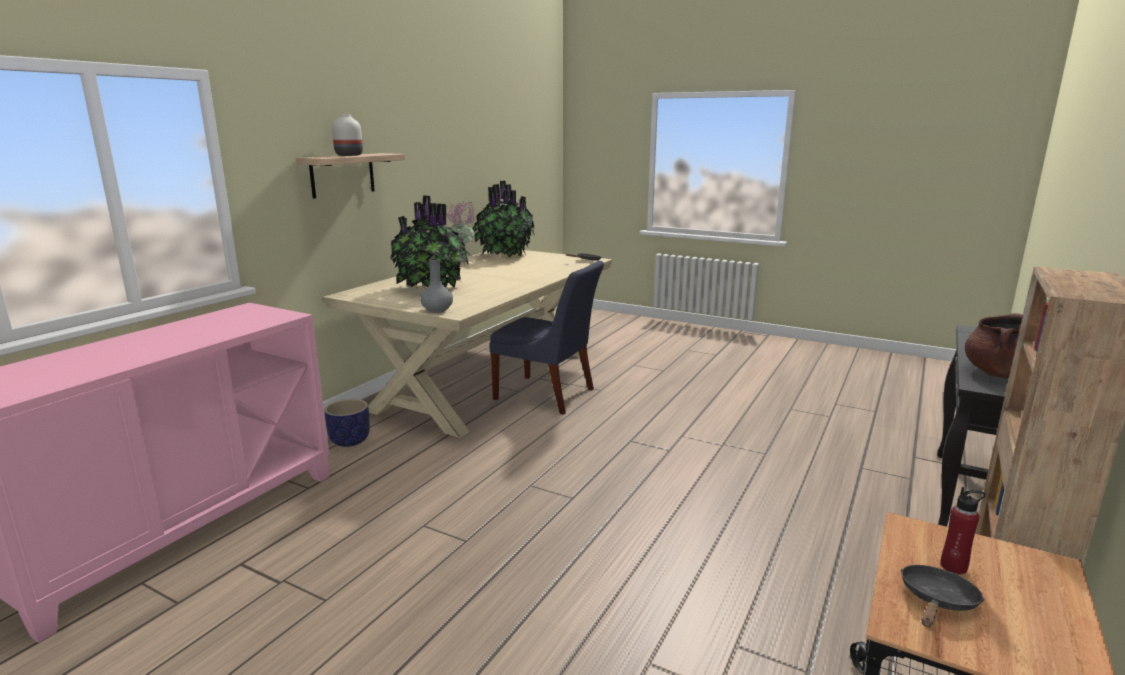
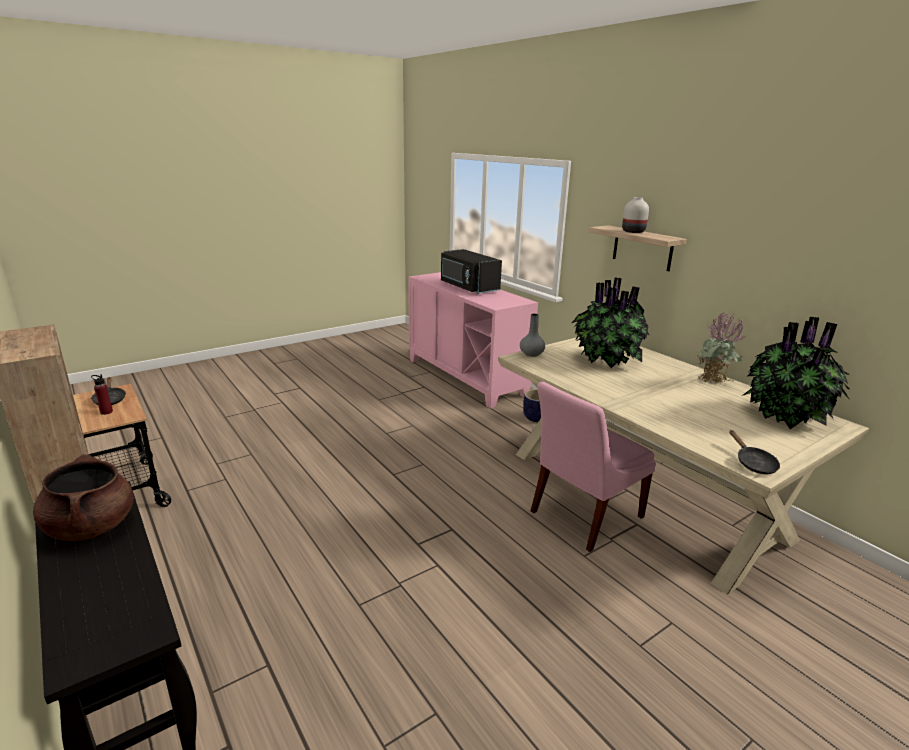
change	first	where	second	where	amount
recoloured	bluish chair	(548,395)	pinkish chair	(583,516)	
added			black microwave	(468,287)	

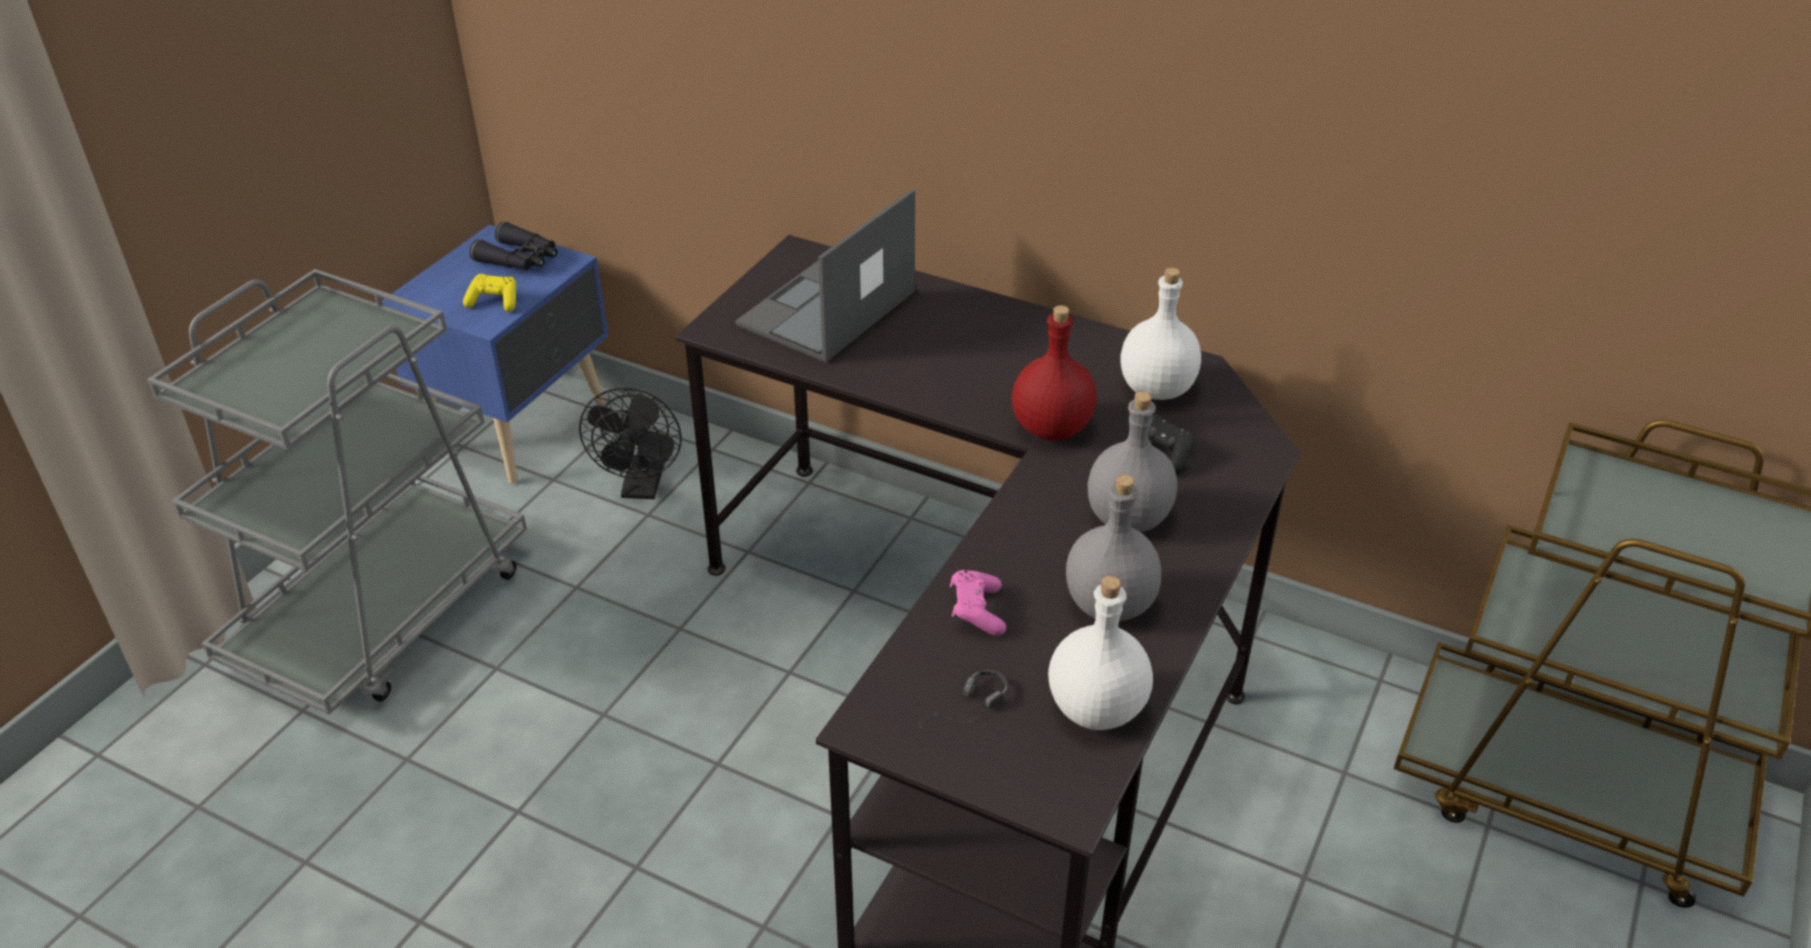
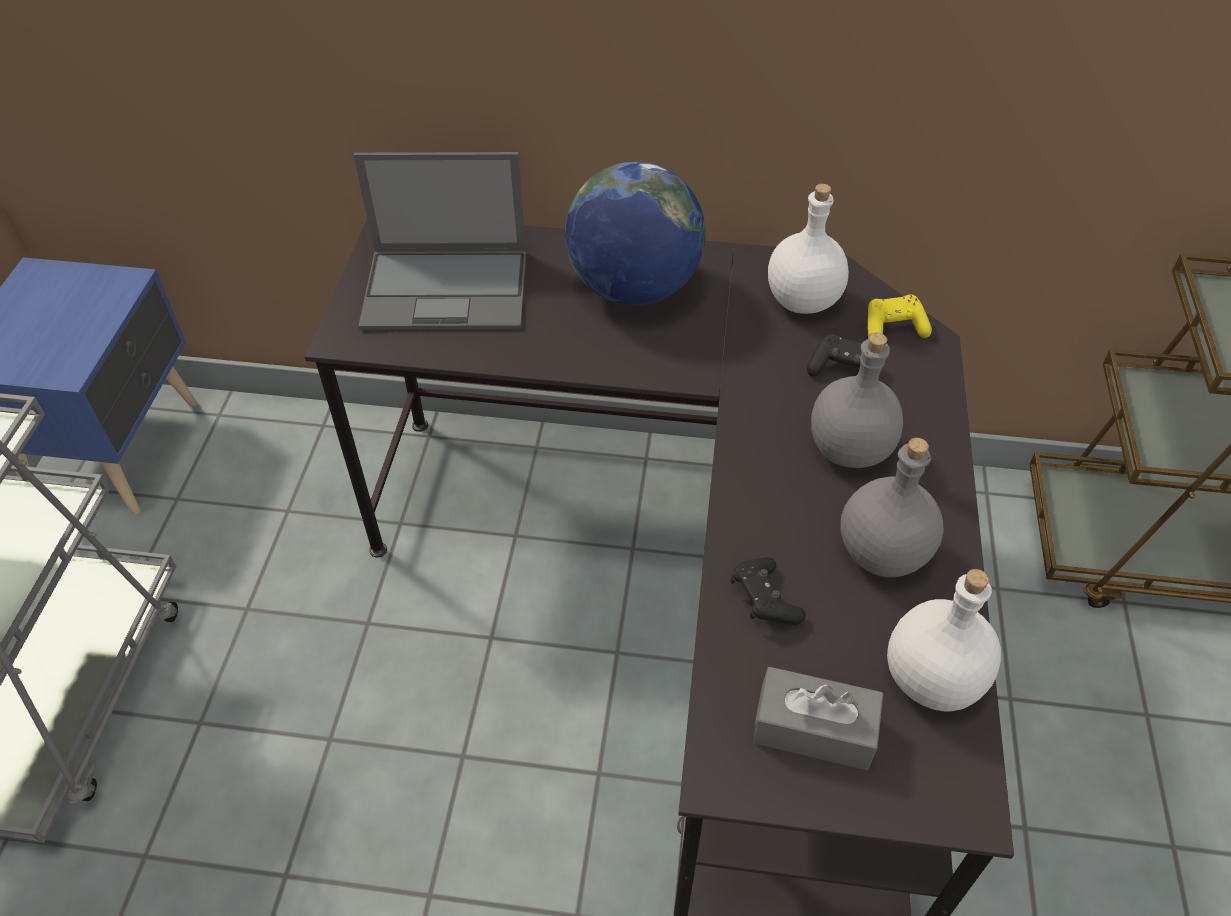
change	first	where	second	where	amount
turned	notebook computer	(826,310)		(448,289)	105 degrees counterclockwise
removed	black binoculars	(520,259)			
moved	yellowish joypad	(494,302)		(893,328)	
removed	red-coloured beverage bottle	(1052,429)			
removed	black fan	(642,488)			
recoloured	pinkish joypad	(976,612)	black joypad	(763,601)	
replaced	headphones	(965,715)	grey box of tissues	(814,729)	
added			desk globe	(633,288)	

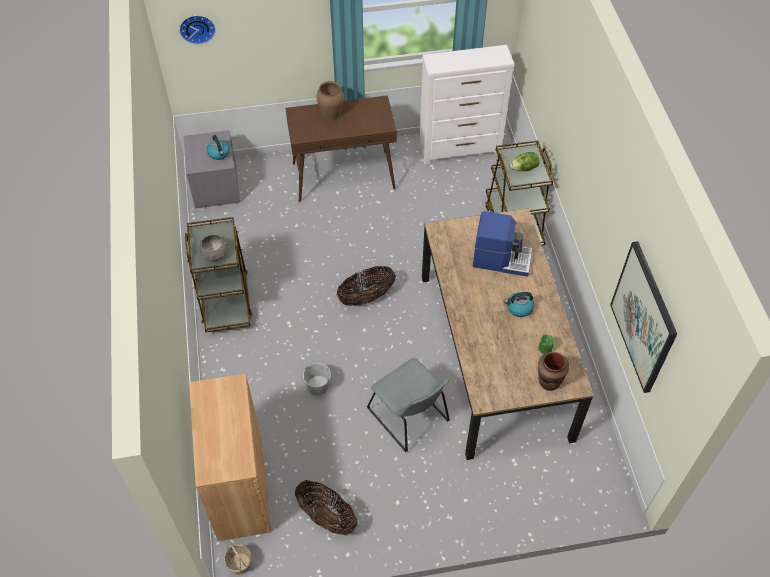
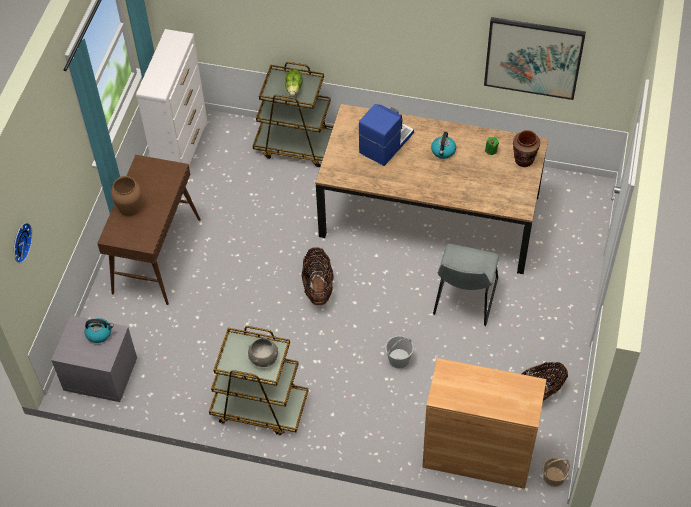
change	first	where	second	where	amount
turned	grey chair	(410,417)		(464,299)	120 degrees clockwise

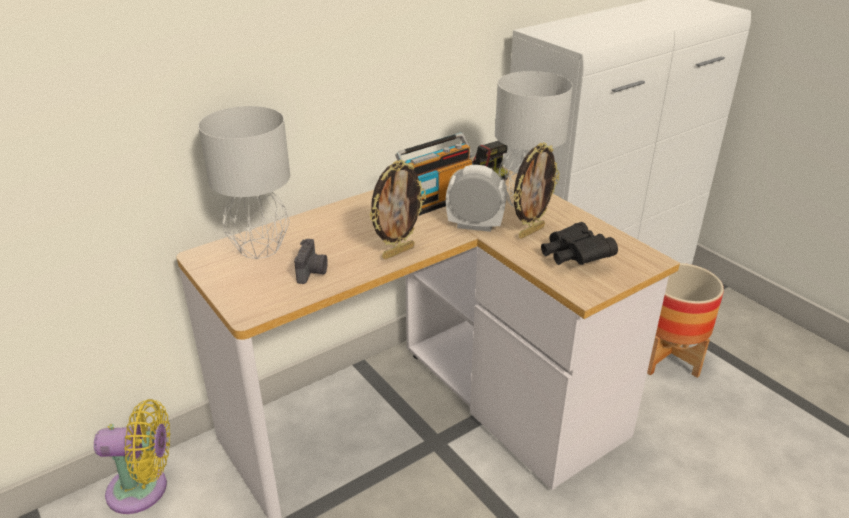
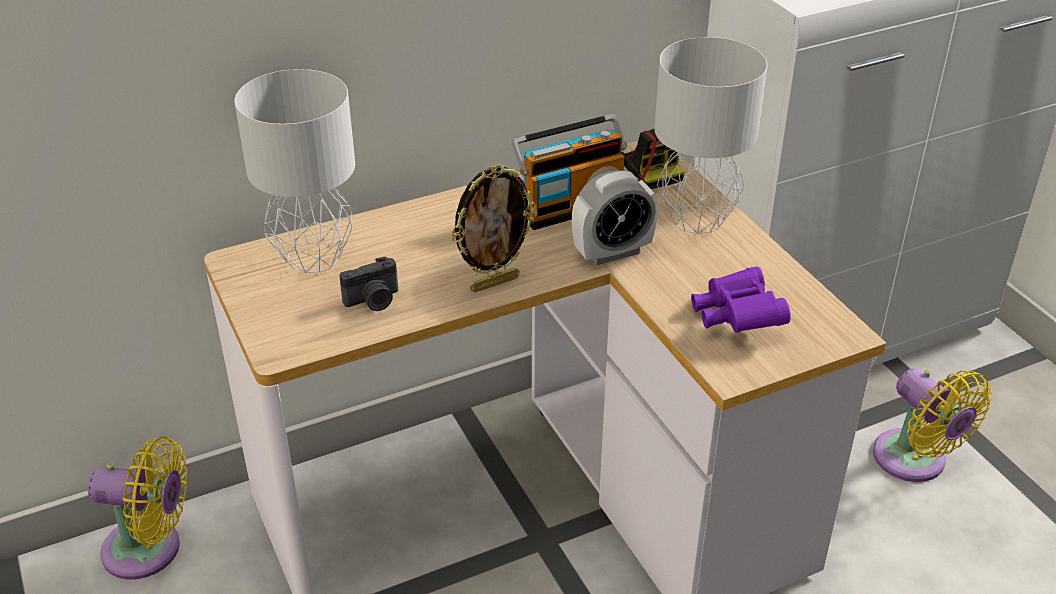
change	first	where	second	where	amount
removed	photo frame	(530,232)			
turned	table clock	(475,225)		(612,252)	135 degrees clockwise
recoloured	black binoculars	(574,257)	purplish binoculars	(736,317)	
turned	photo camera	(312,272)		(373,301)	45 degrees clockwise
replaced	planter	(668,359)	yellowish fan	(915,461)	

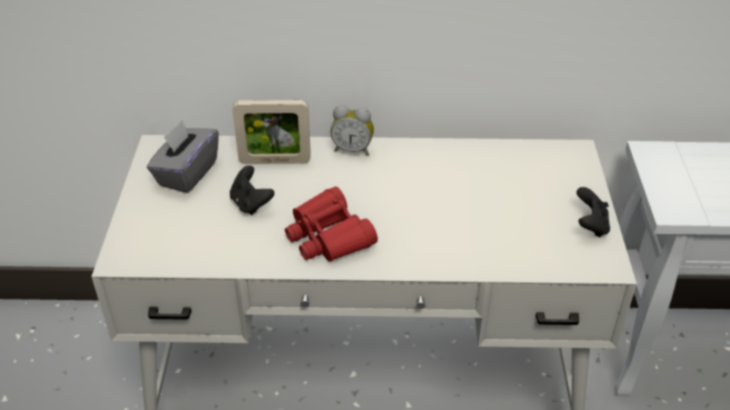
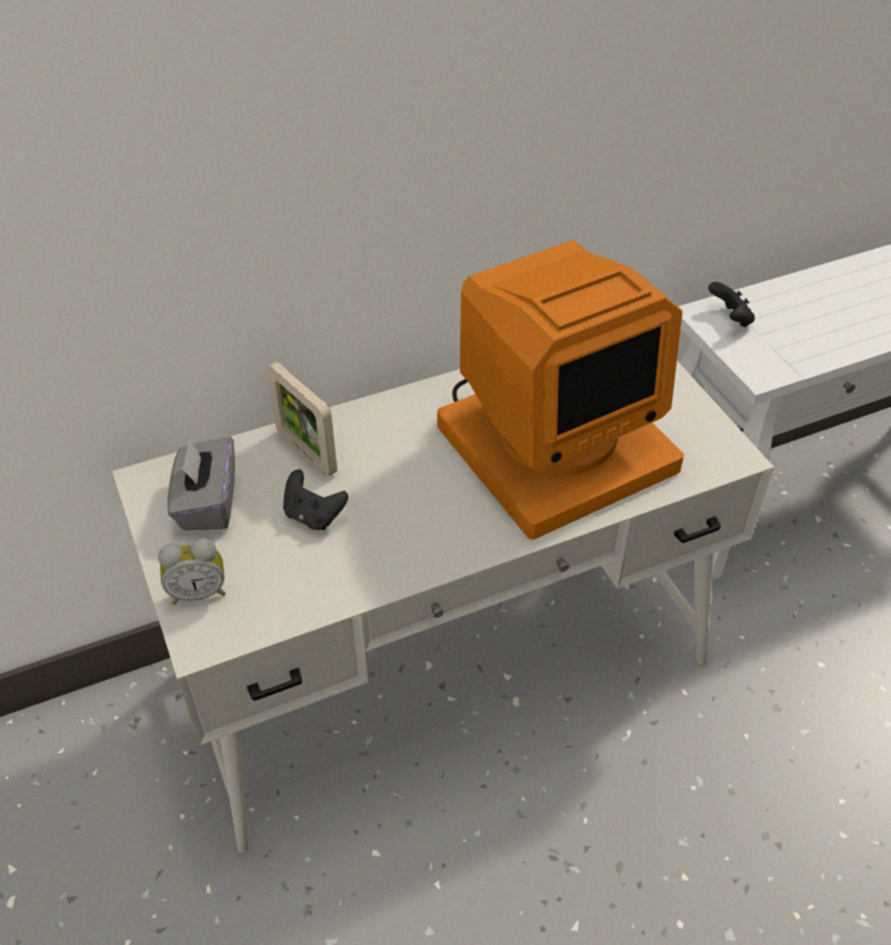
change	first	where	second	where	amount
turned	photo frame	(275,161)		(306,452)	75 degrees clockwise
moved	table clock	(353,149)		(198,592)	
removed	red-coloured binoculars	(328,236)			
moved	black joypad	(590,225)		(730,319)	
added			monitor	(554,444)	

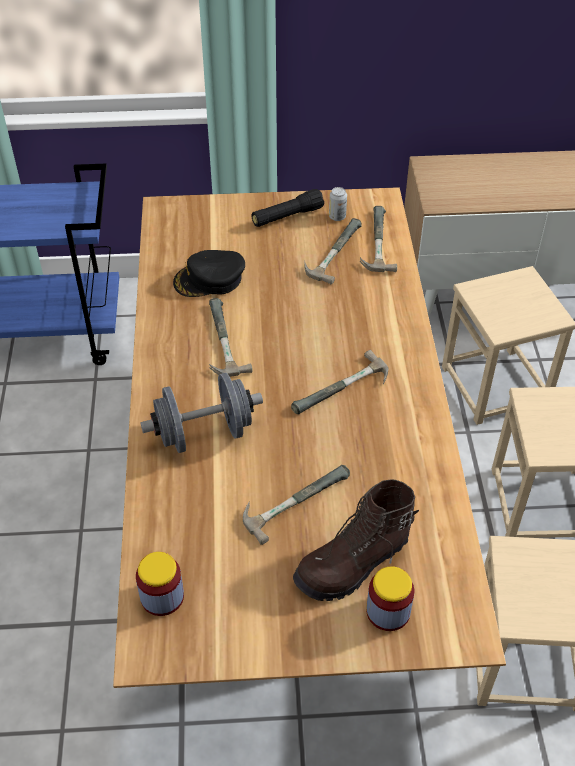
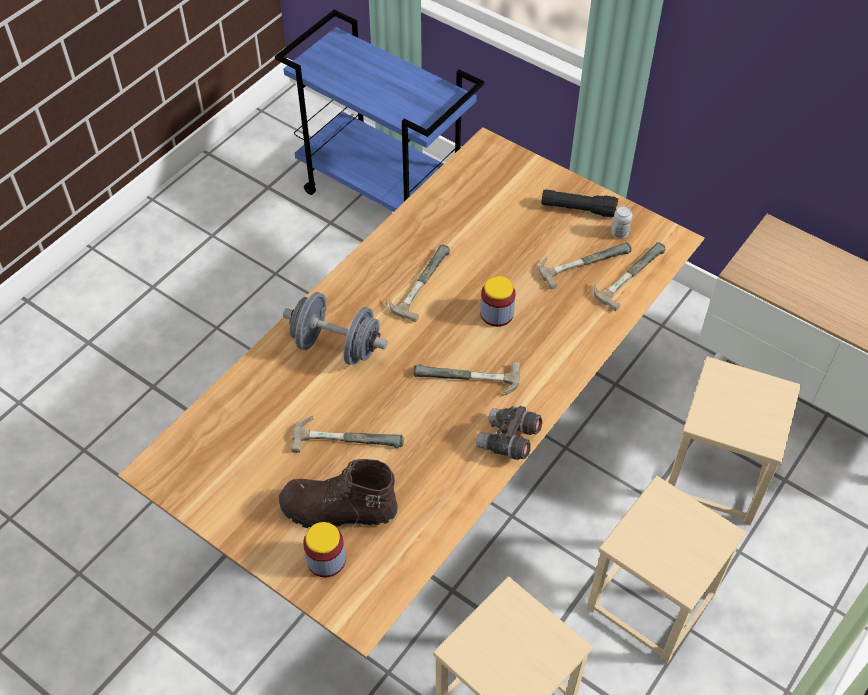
change	first	where	second	where	amount
removed	black peaked cap	(209,279)			
moved	storage jar	(162,597)		(496,314)	
added			grey binoculars	(508,441)	

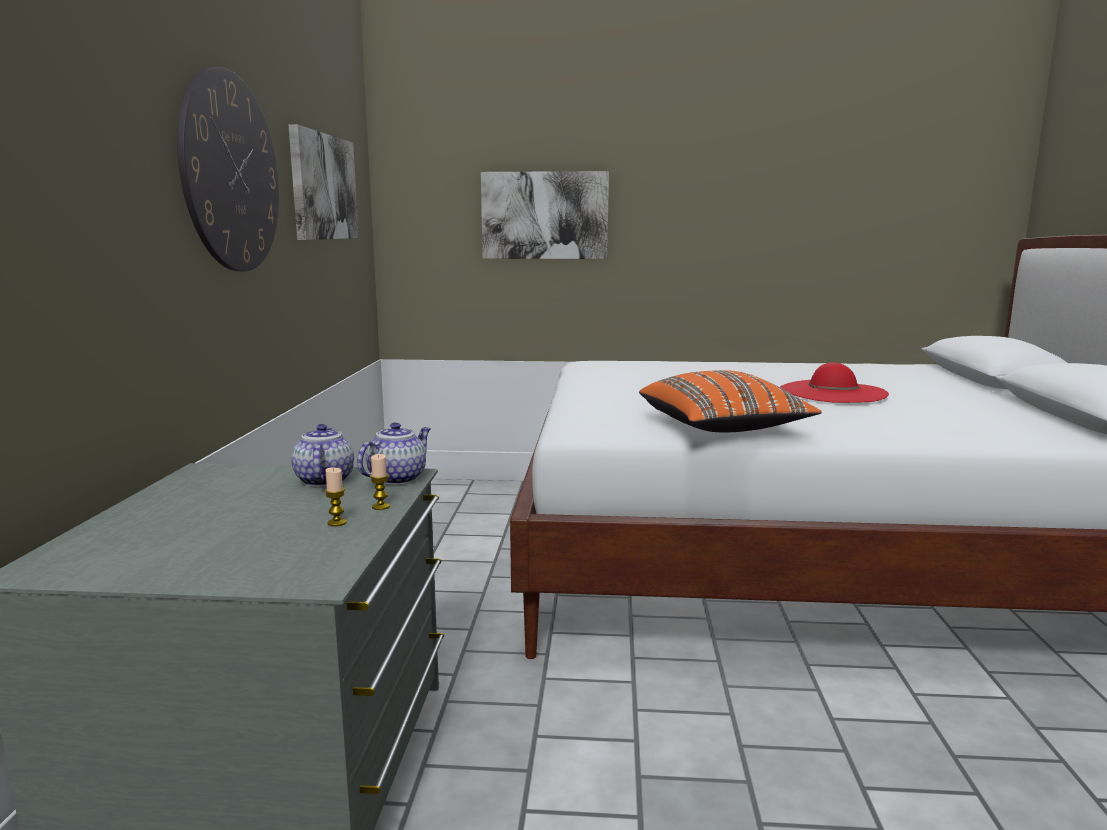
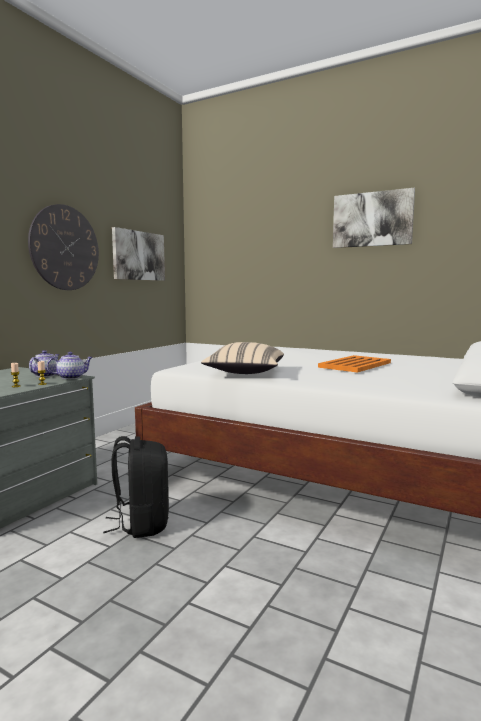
change	first	where	second	where	amount
moved	picture	(545,215)		(372,219)	
replaced	red-coloured clothing hat	(832,392)	orange-coloured tray	(356,365)	
recoloured	orange-coloured cushion	(722,429)	beige cushion	(245,373)	
added			black rucksack	(141,524)	

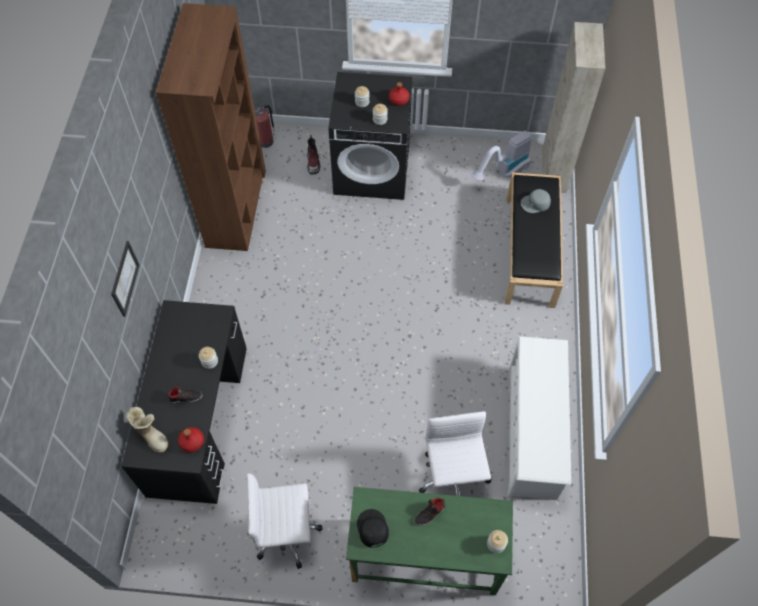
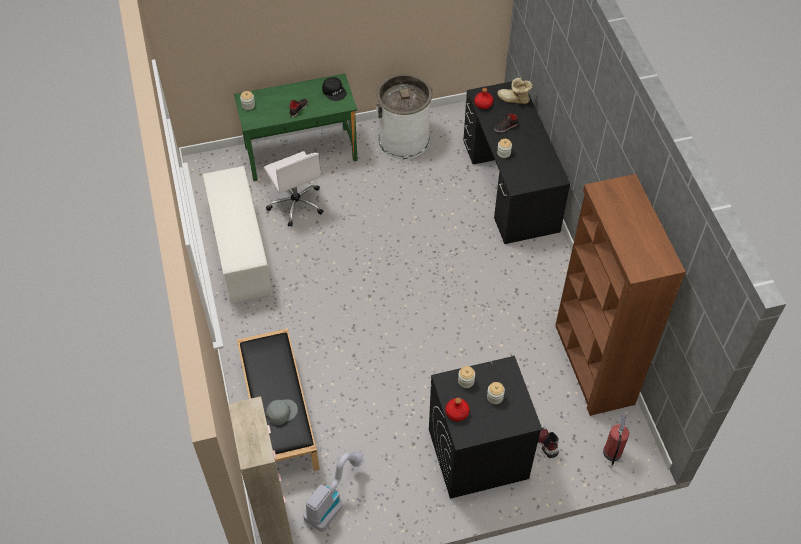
change	first	where	second	where	amount
removed	picture	(124,278)			
replaced	whitish office chair	(287,532)	whitish waste bin	(404,139)	

